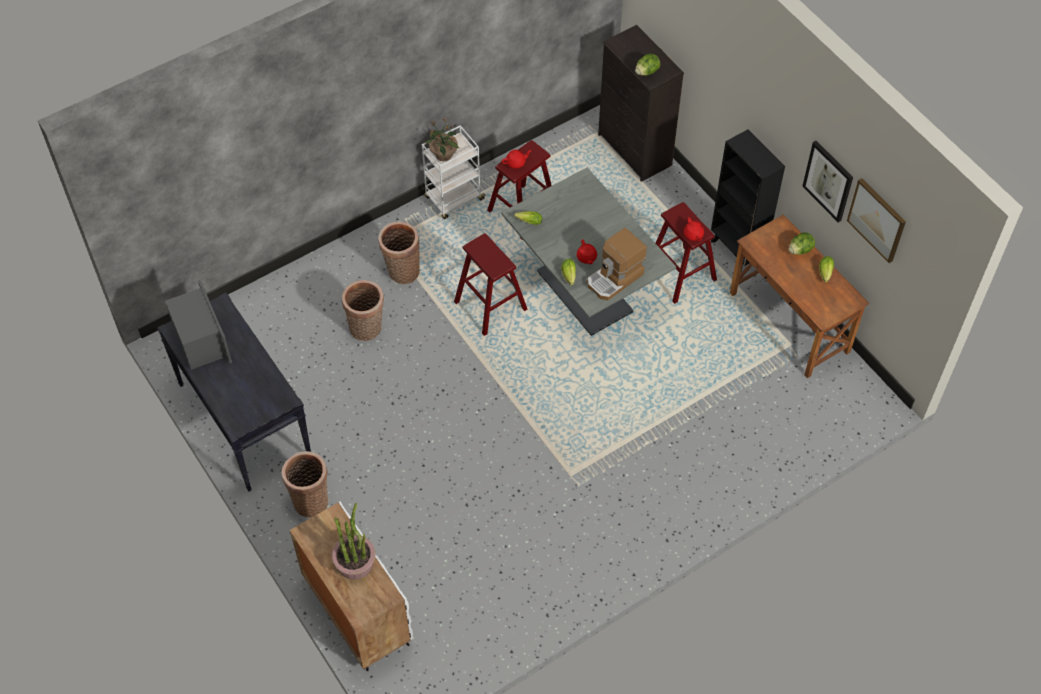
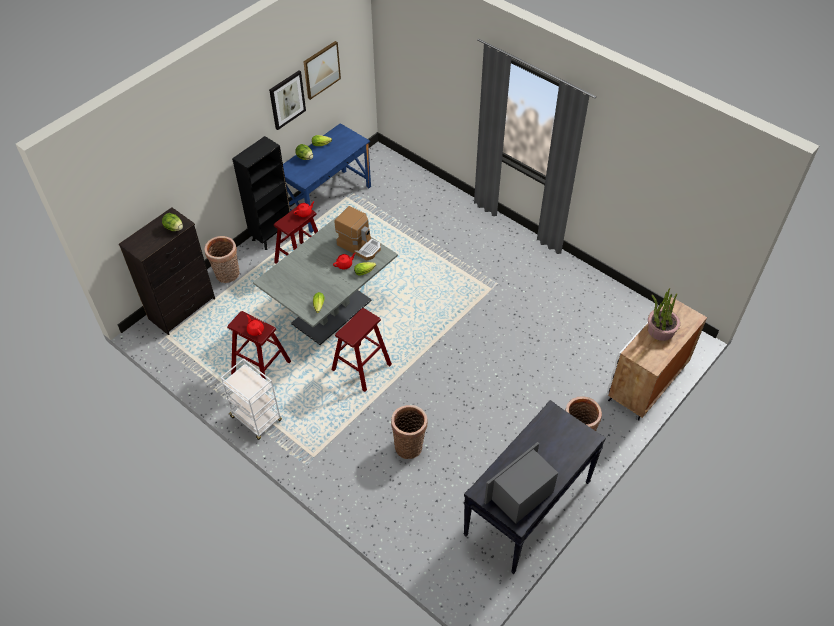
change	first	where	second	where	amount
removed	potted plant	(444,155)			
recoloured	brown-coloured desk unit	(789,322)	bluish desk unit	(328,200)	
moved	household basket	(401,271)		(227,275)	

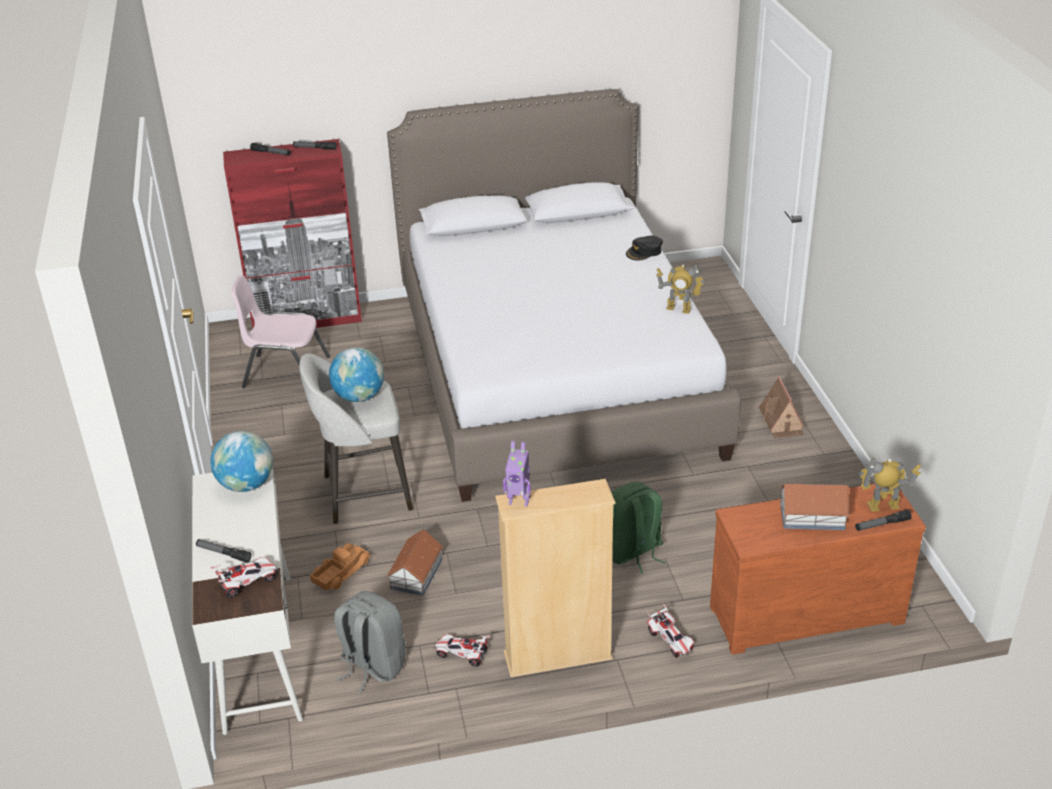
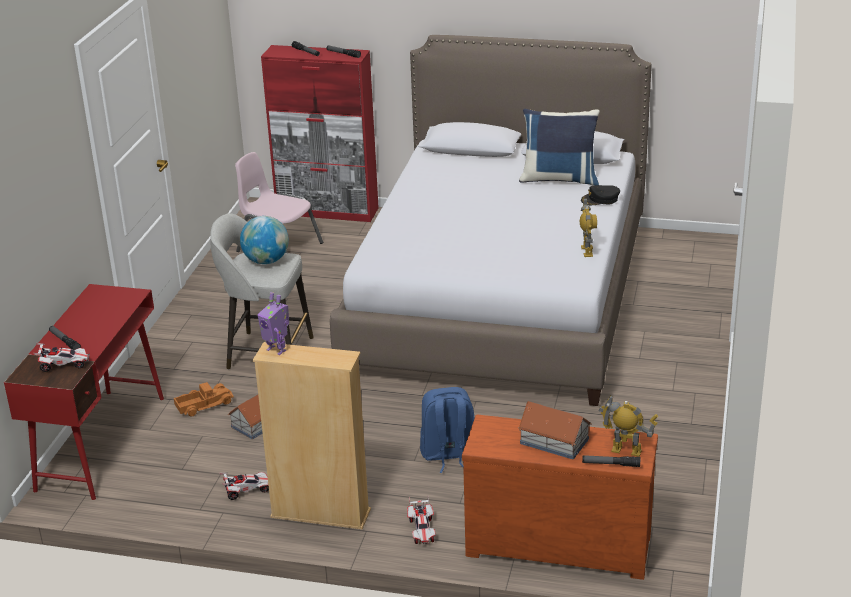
change	first	where	second	where	amount
turned	toy robot	(678,308)		(587,251)	135 degrees counterclockwise
removed	model house	(782,422)			
removed	desk globe	(246,484)			
recoloured	whitish desk unit	(258,650)	red-coloured desk unit	(101,442)	
recoloured	green-coloured rucksack	(633,552)	bluish rucksack	(448,455)	
removed	grey rucksack	(371,666)			
turned	miniature car	(462,655)		(247,490)	120 degrees clockwise
added			bluish cushion	(559,178)	

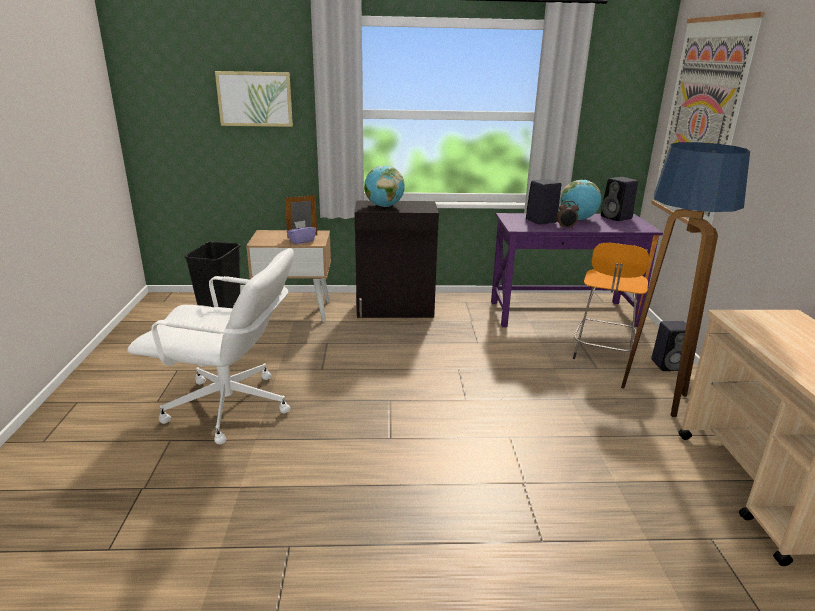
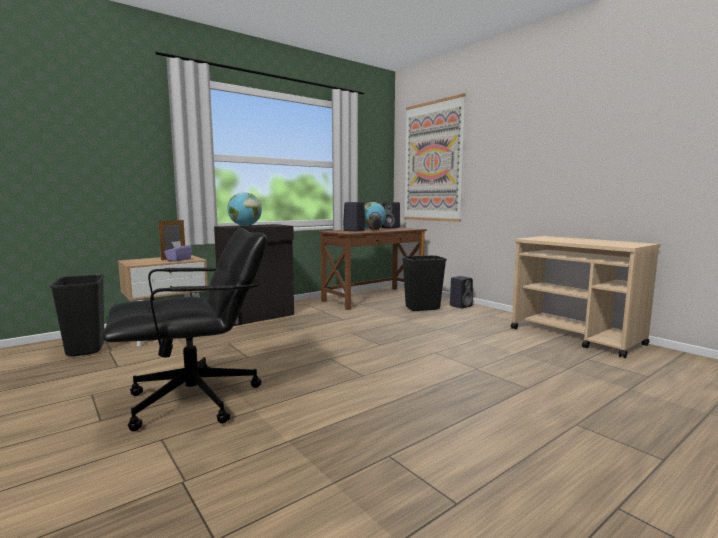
change	first	where	second	where	amount
removed	picture	(255,99)			
removed	standing lamp	(652,397)			
recoloured	purplish desk unit	(562,313)	brown-coloured desk unit	(373,298)	
replaced	orange-coloured sitting stool	(602,353)	black waste bin	(422,308)	
recoloured	whitish office chair	(229,408)	black office chair	(195,400)	

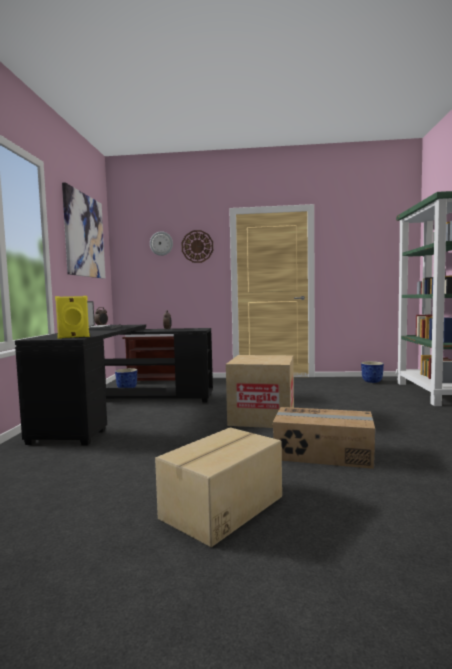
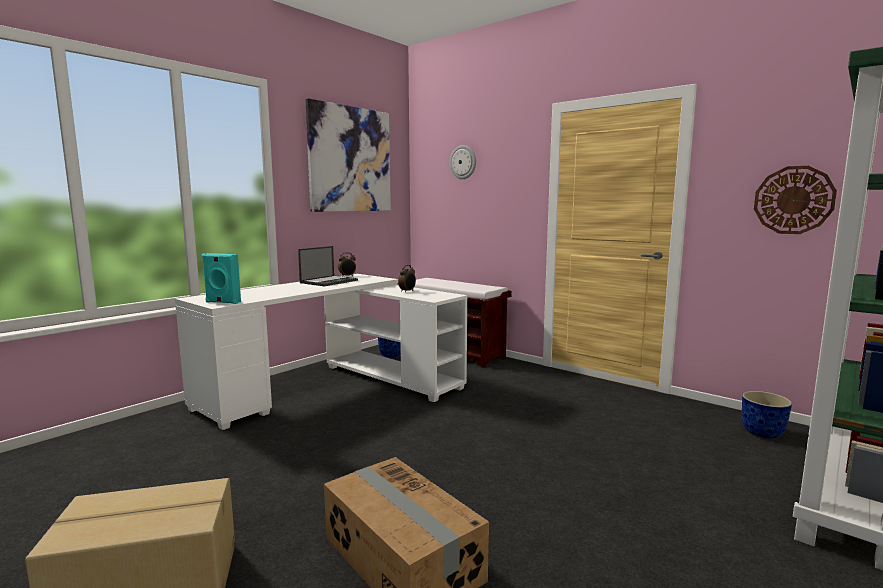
change	first	where	second	where	amount
moved	hanging clock	(197,246)		(793,200)	
recoloured	yellowish speaker	(73,337)	turquoise speaker	(222,302)	
recoloured	black desk unit	(122,409)	whitish desk unit	(334,386)	
removed	packing box	(262,417)			

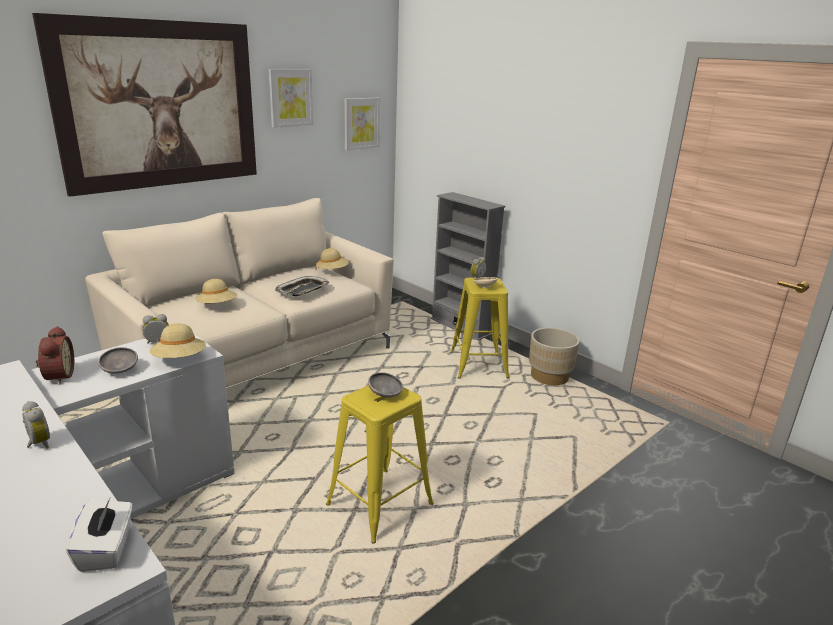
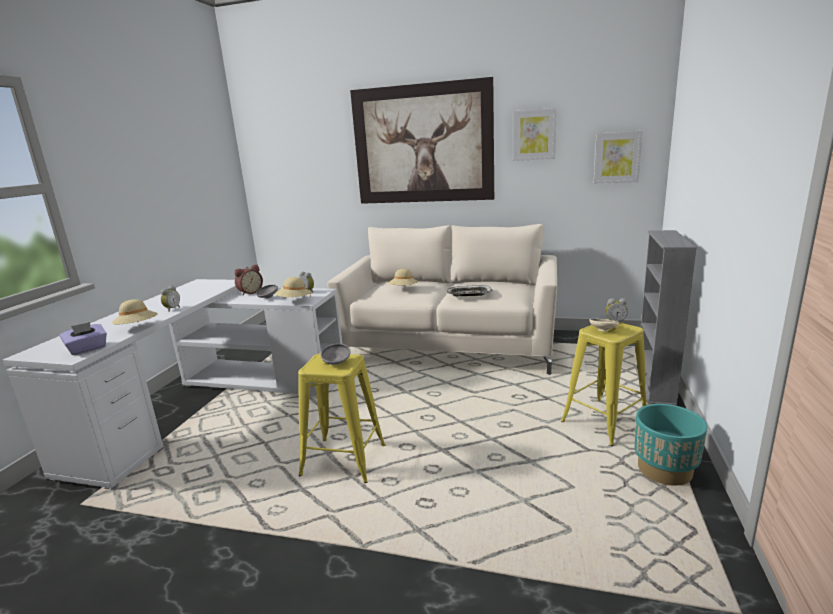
change	first	where	second	where	amount
moved	beige clothing hat	(332,271)		(137,327)	
recoloured	beige planter	(549,377)	turquoise planter	(664,470)	
recoloured	whitish box of tissues	(106,549)	purplish box of tissues	(87,349)	

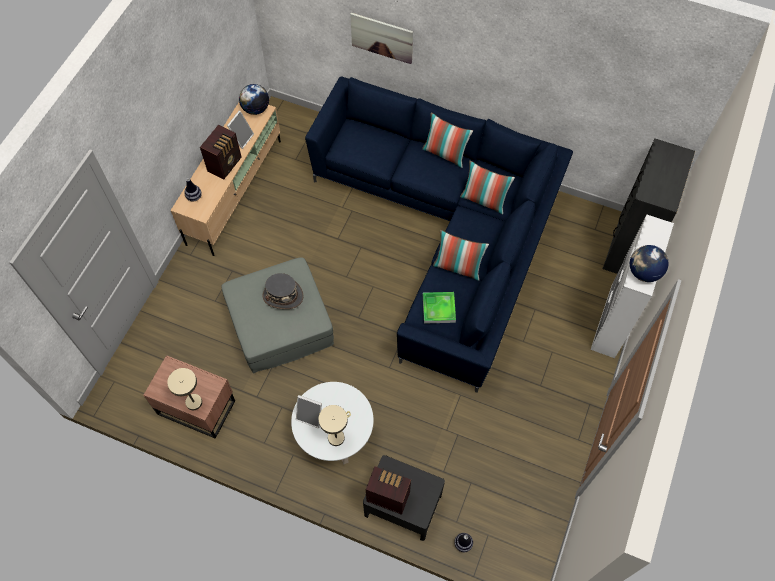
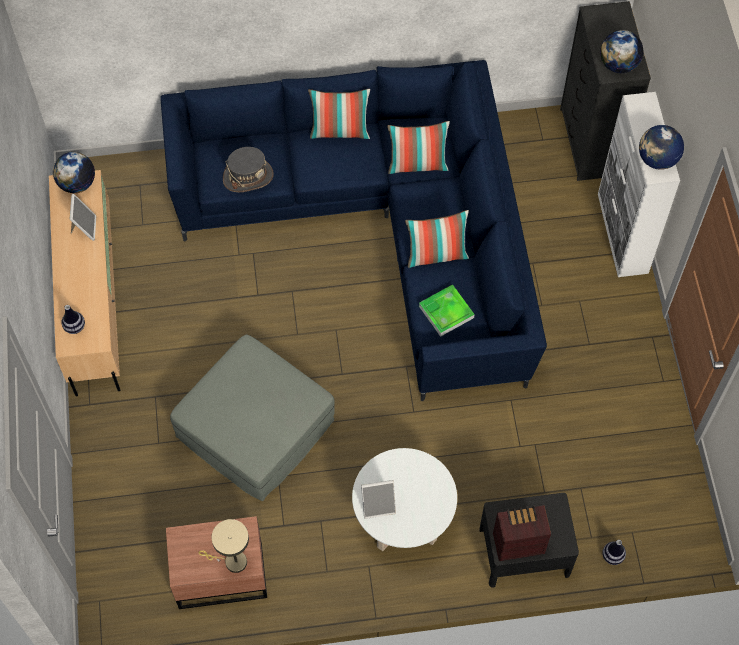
change	first	where	second	where	amount
removed	picture	(382,38)			
removed	radio	(225,164)			
moved	grey clothing hat	(283,296)		(248,177)	
removed	beige lamp for a table	(337,435)			
added			desk globe	(618,64)	

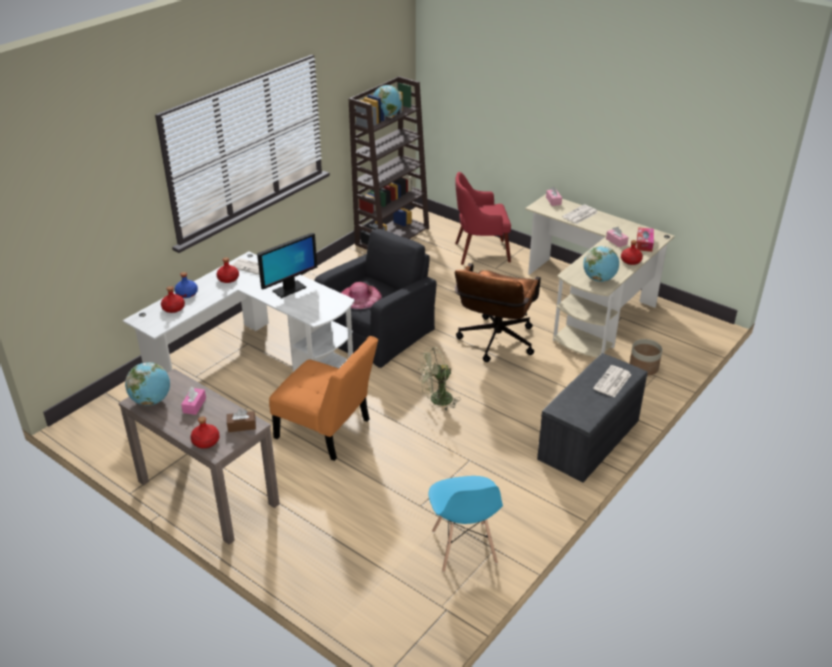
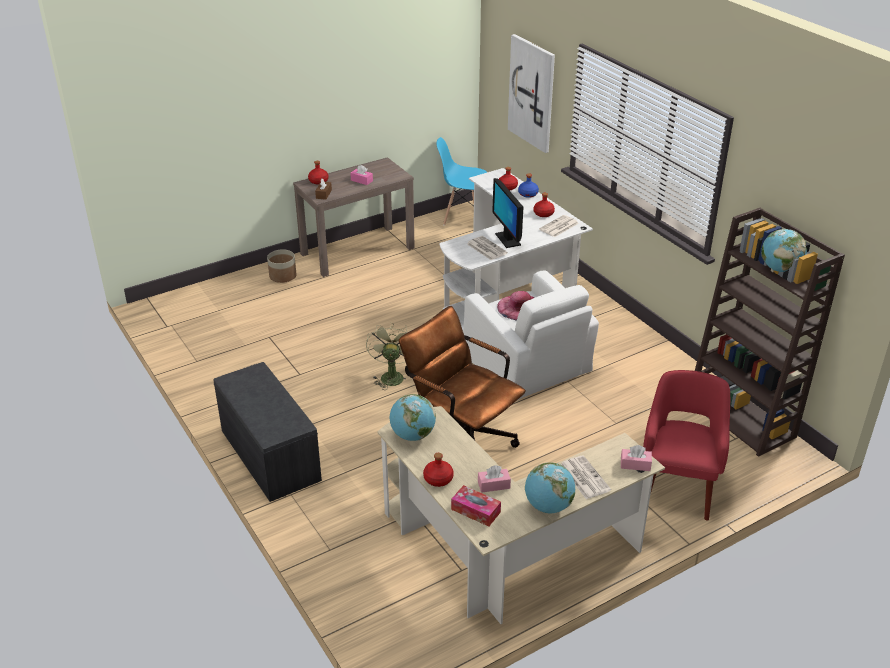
change	first	where	second	where	amount
recoloured	black armchair	(376,331)	whitish armchair	(527,363)	
removed	orange-coloured chair	(327,431)			
moved	planter	(643,367)		(283,276)	
moved	desk globe	(151,401)		(548,506)	
moved	newspaper	(612,382)		(486,248)	
moved	bluish chair	(463,547)		(463,217)	
added			picture	(532,93)	

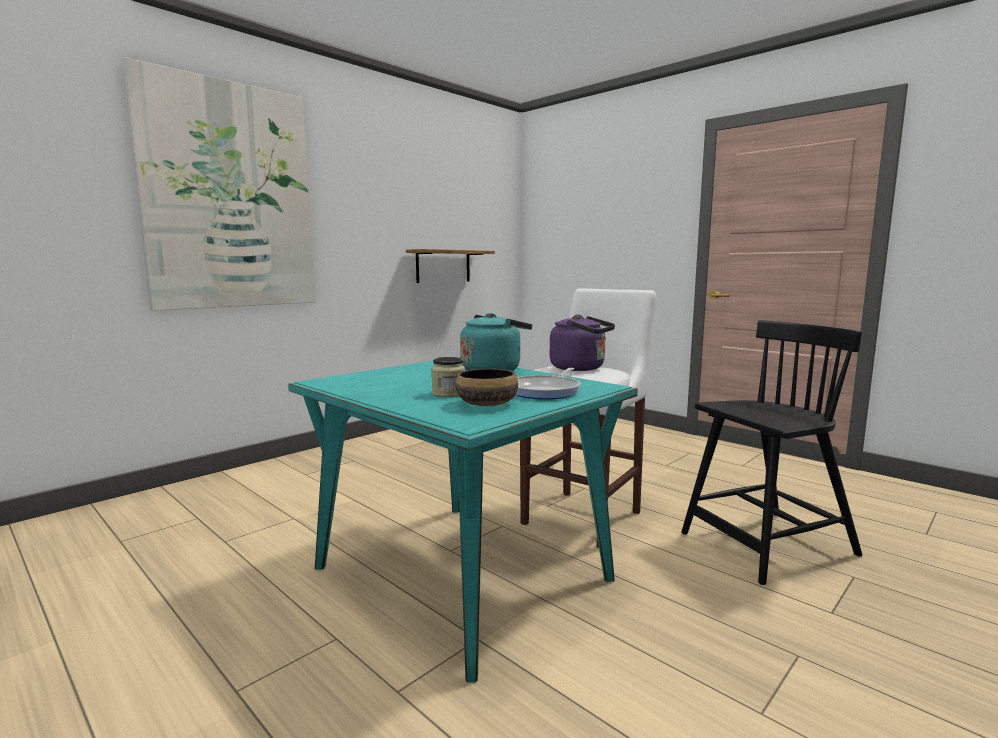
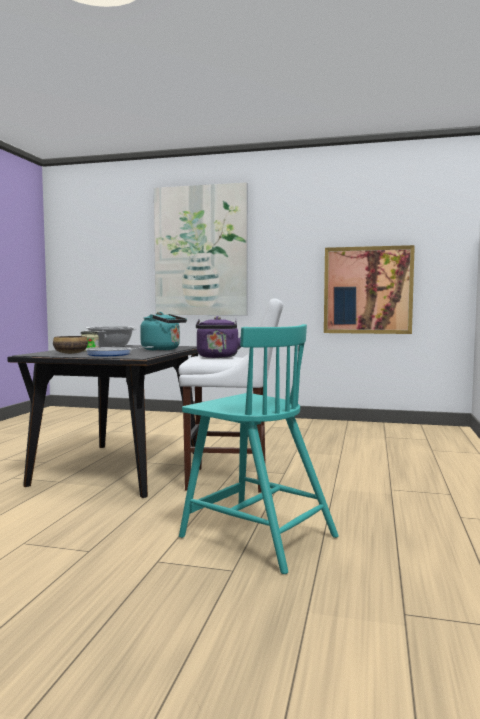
change	first	where	second	where	amount
replaced	bracket shelf	(443,266)	picture	(367,290)	
recoloured	black chair	(766,545)	turquoise chair	(256,535)	
recoloured	turquoise dinner table	(462,574)	black dinner table	(119,468)	
added			cooking pot	(111,346)	

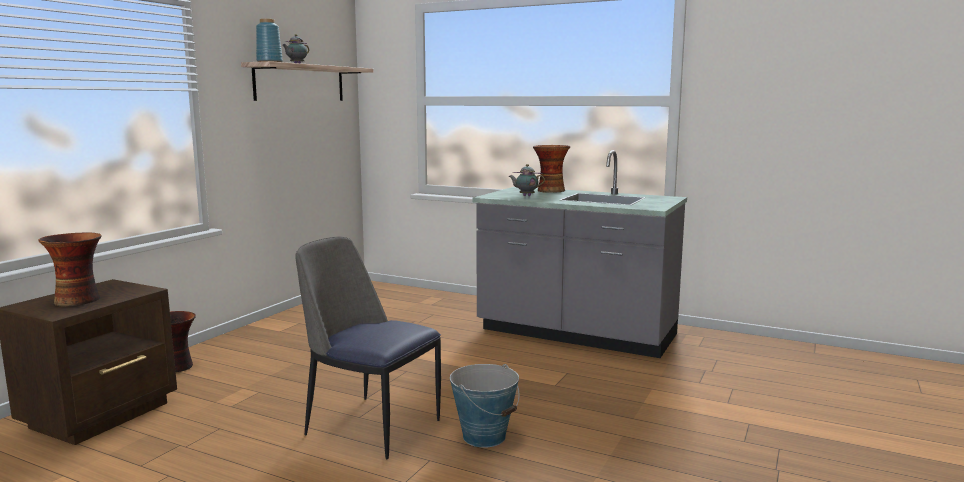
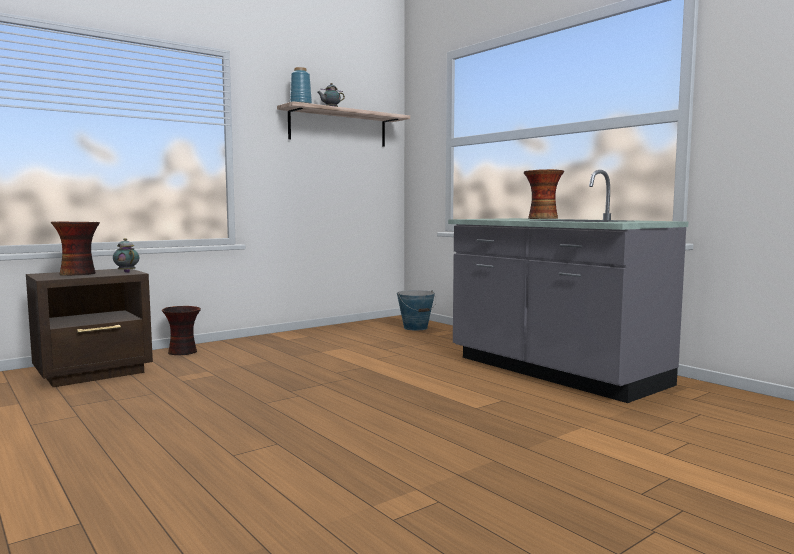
change	first	where	second	where	amount
moved	teapot	(525,196)		(126,272)	
removed	chair	(370,426)			
moved	bucket	(484,436)		(415,328)	

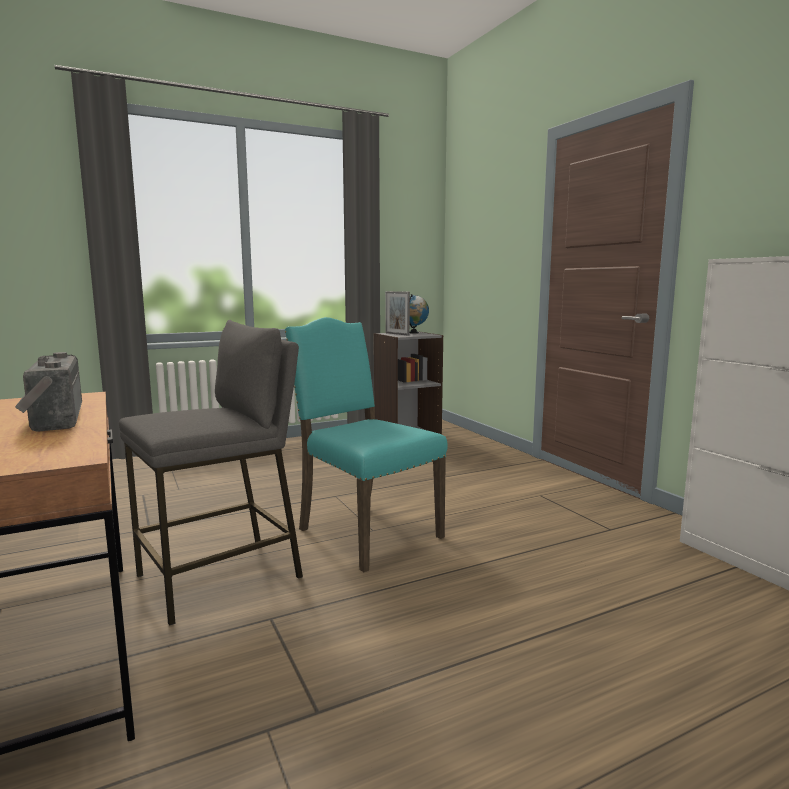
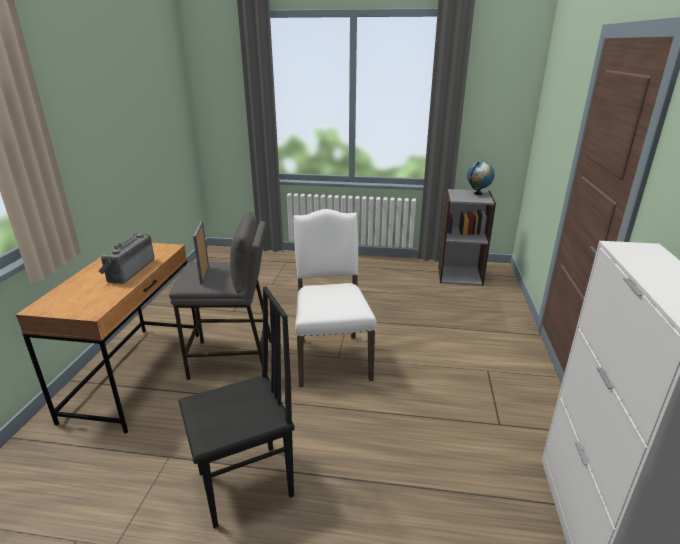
change	first	where	second	where	amount
moved	photo frame	(397,334)		(204,275)	
recoloured	turquoise chair	(365,533)	whitish chair	(331,357)	
added			black chair	(247,485)	

